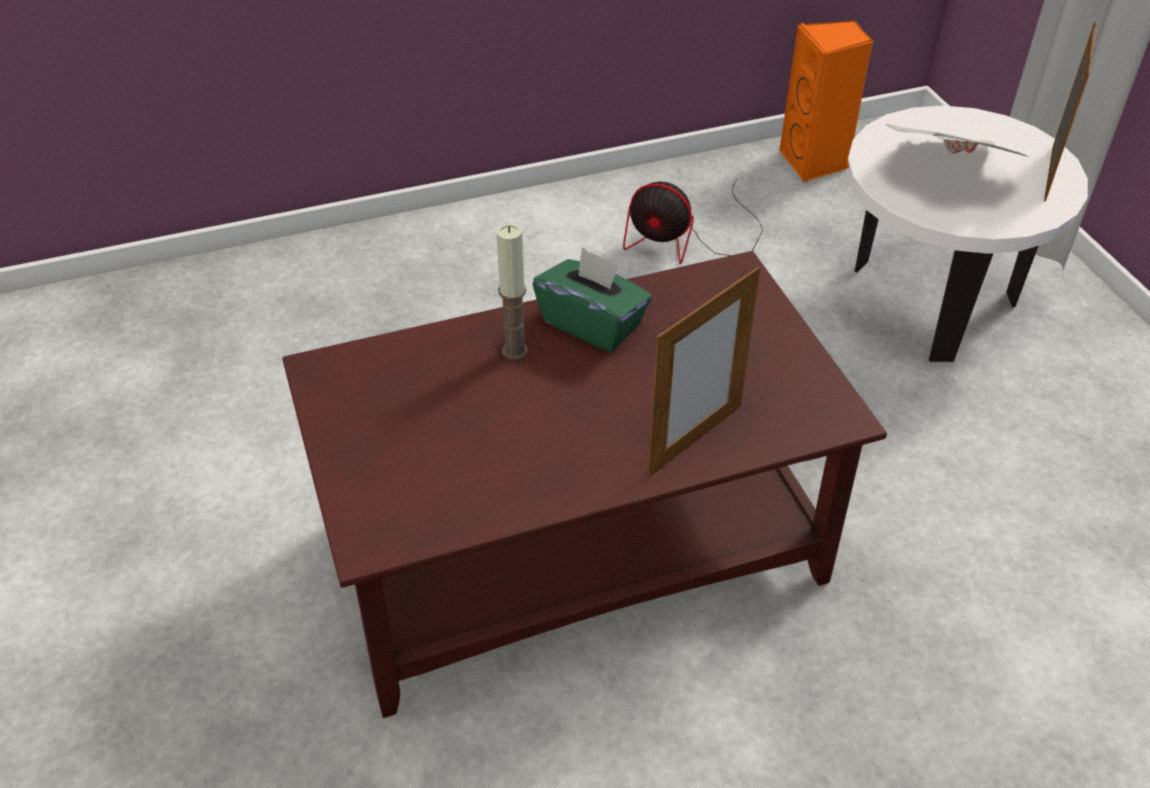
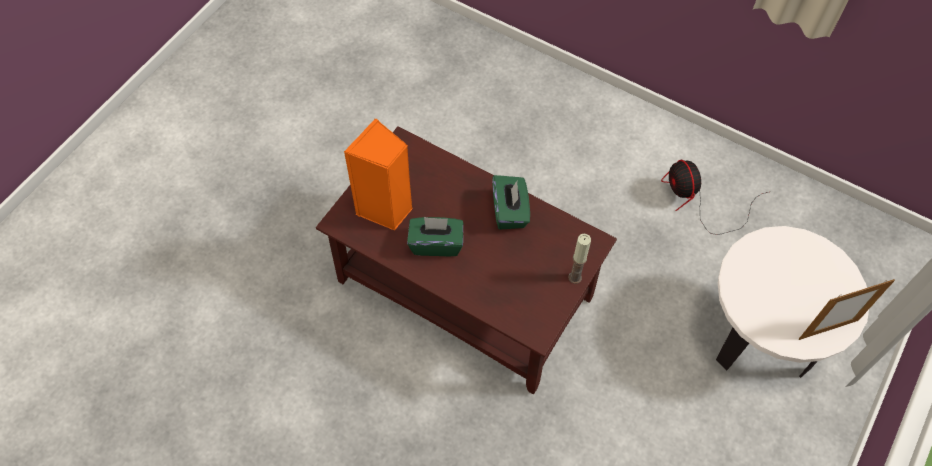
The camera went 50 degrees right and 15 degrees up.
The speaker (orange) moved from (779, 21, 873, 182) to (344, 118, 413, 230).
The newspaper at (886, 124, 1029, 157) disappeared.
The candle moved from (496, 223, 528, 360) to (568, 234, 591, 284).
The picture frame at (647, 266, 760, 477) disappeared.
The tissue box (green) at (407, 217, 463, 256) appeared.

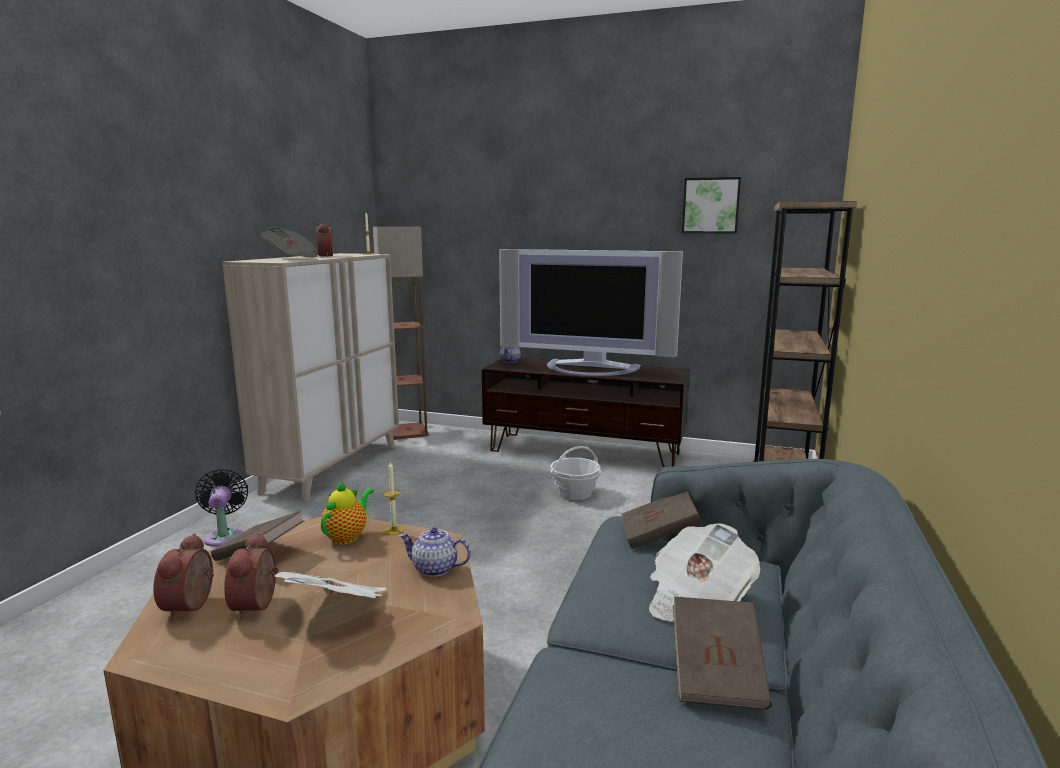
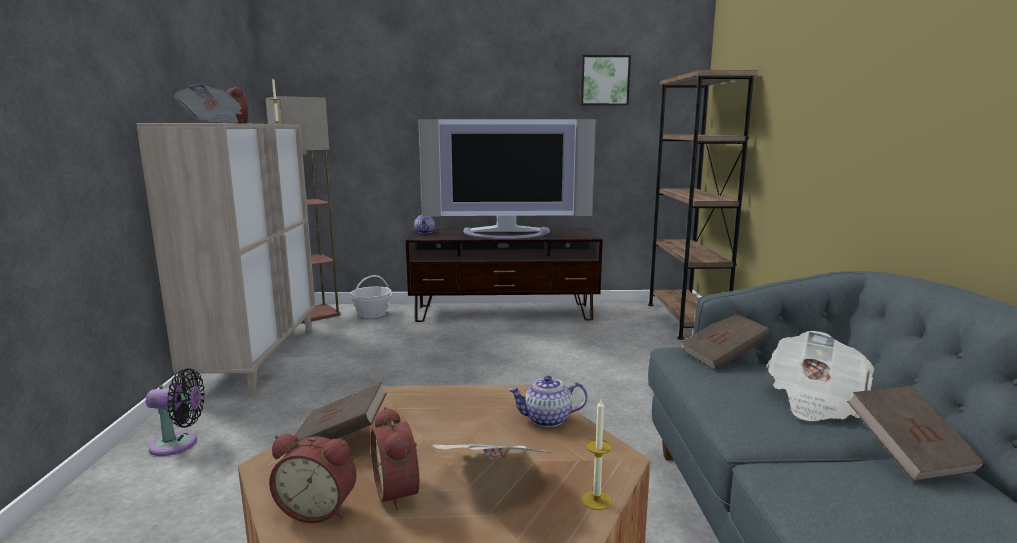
The camera went 20 degrees left and 0 degrees up.
The basket moved from (550, 446, 601, 500) to (350, 275, 392, 318).
The candle moved from (383, 462, 404, 535) to (582, 400, 612, 510).
The fan (black) at (195, 469, 248, 547) turned 120 degrees clockwise.
The teapot at (321, 481, 374, 545) disappeared.
The alarm clock at (153, 533, 214, 621) turned 60 degrees counterclockwise.

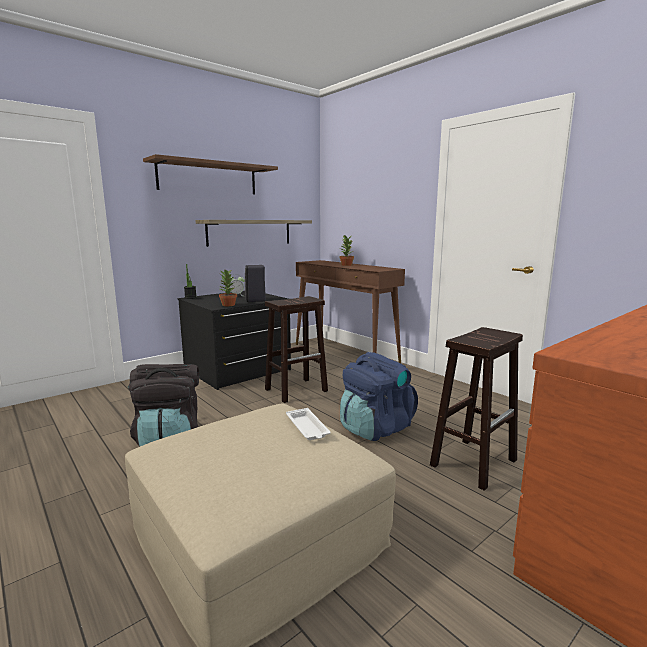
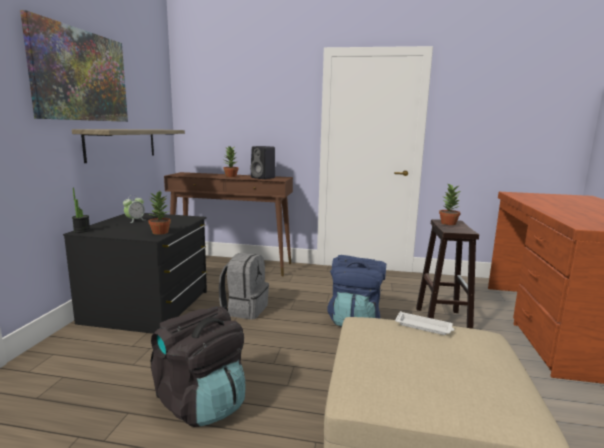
The camera went 40 degrees left and 0 degrees up.
The shelf (brown) at (143, 154, 278, 194) was replaced by the picture at (20, 10, 128, 122).
The speaker (black) moved from (245, 265, 266, 302) to (250, 146, 275, 179).
The stool (brown) at (265, 296, 328, 403) was replaced by the backpack (grey) at (219, 253, 269, 319).
The potted plant at (439, 184, 461, 225) appeared.

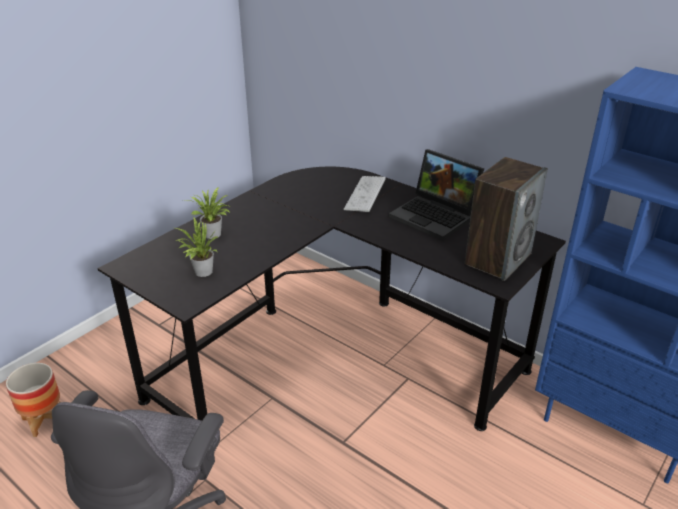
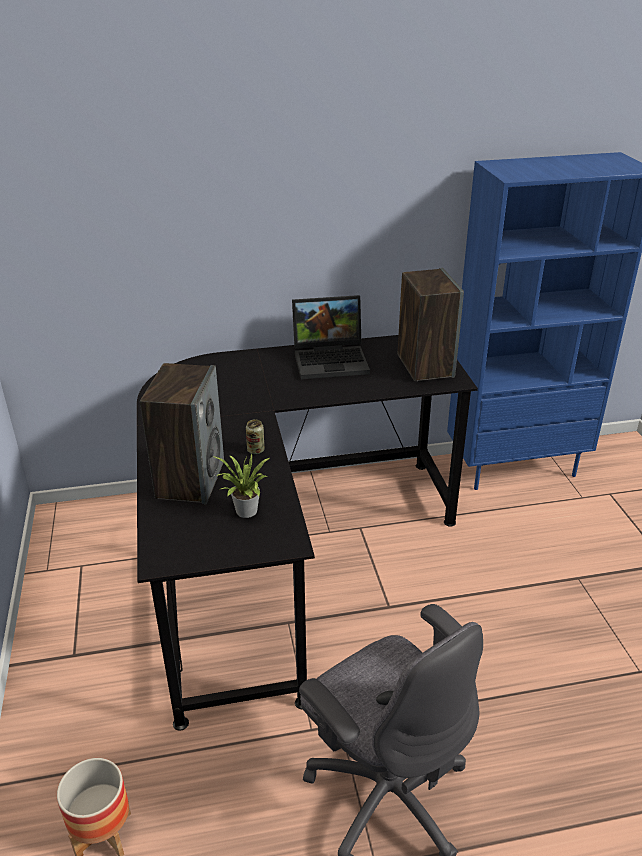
The camera went 50 degrees left and 0 degrees up.
The keyboard at (343, 176, 386, 212) disappeared.
The potted plant at (184, 187, 231, 239) was replaced by the speaker at (140, 363, 224, 504).
The can at (246, 419, 265, 454) appeared.

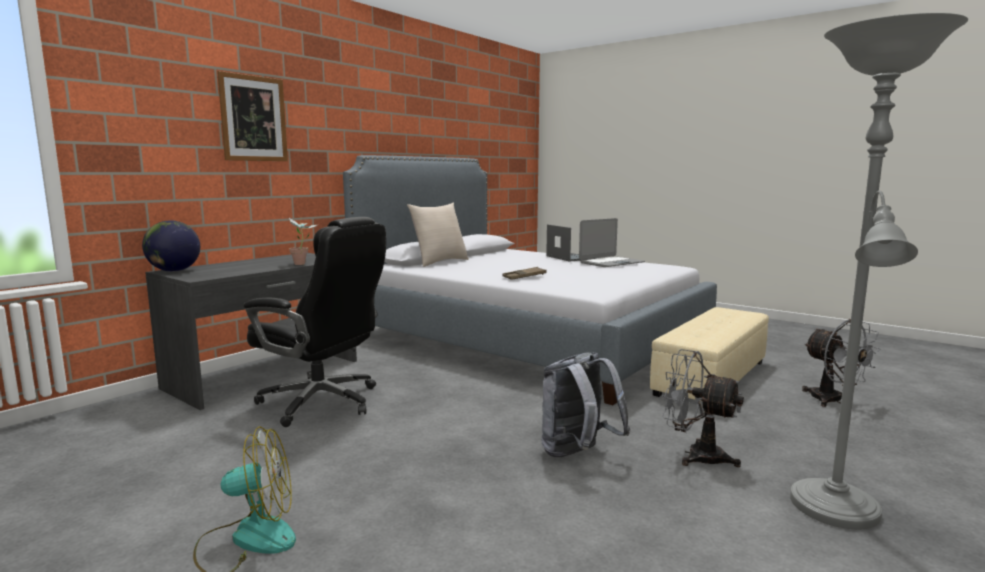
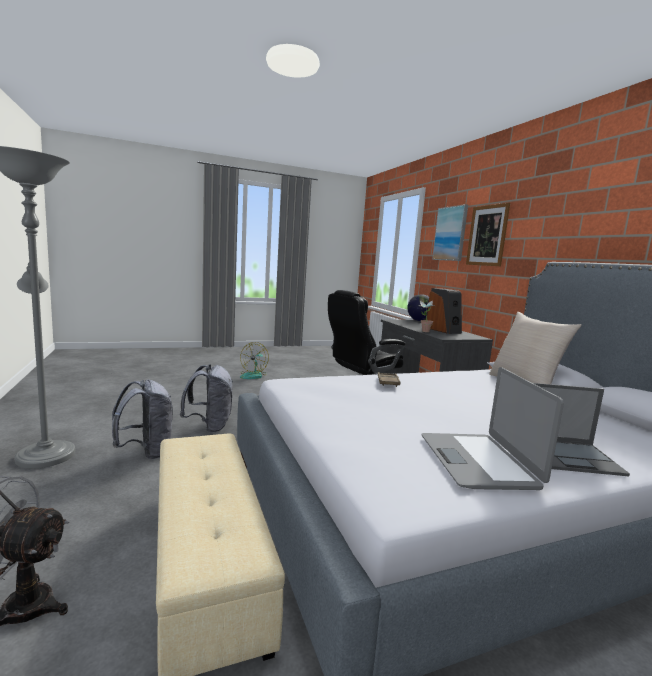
The camera went 120 degrees right and 0 degrees up.
The fan (grey) at (662, 349, 744, 467) was replaced by the backpack (grey) at (112, 379, 173, 459).
The picture at (432, 204, 468, 261) appeared.
The speaker at (427, 288, 462, 334) appeared.

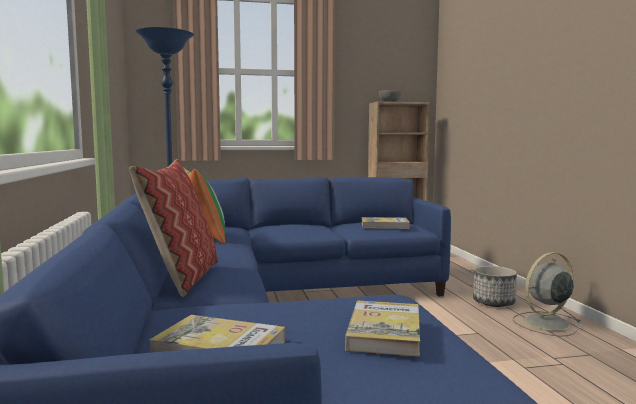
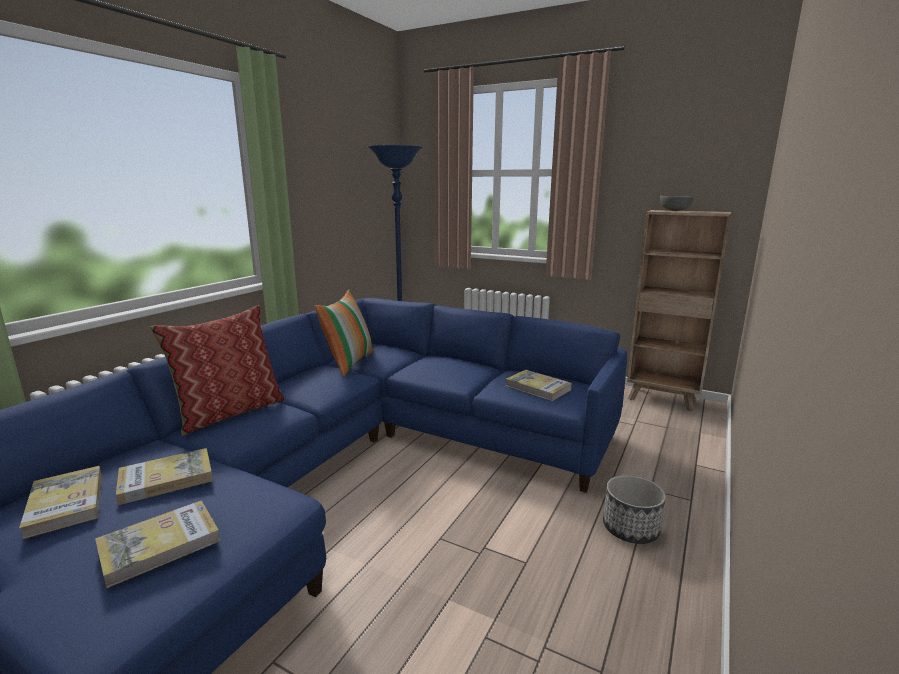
The camera went 40 degrees right and 10 degrees up.
The fan (grey) at (513, 252, 580, 336) disappeared.
The book at (116, 448, 213, 505) appeared.

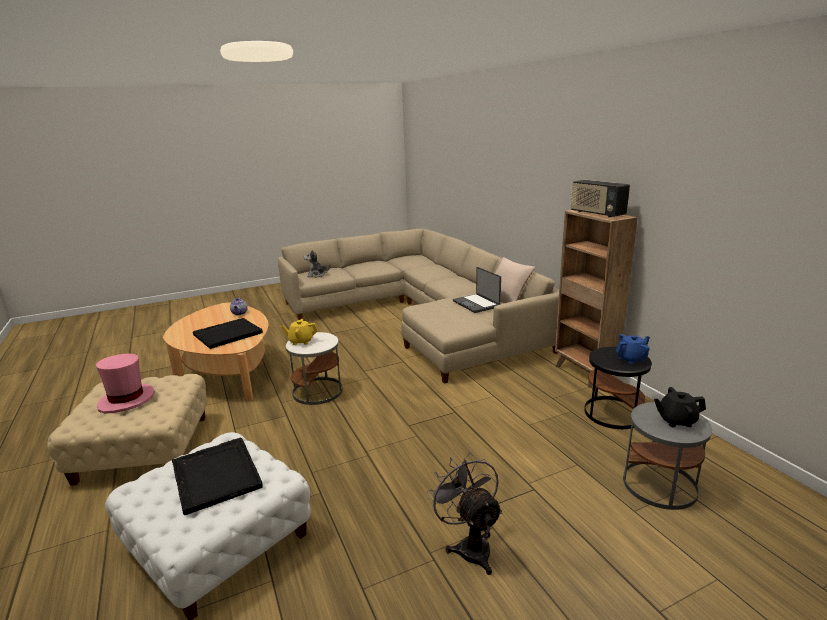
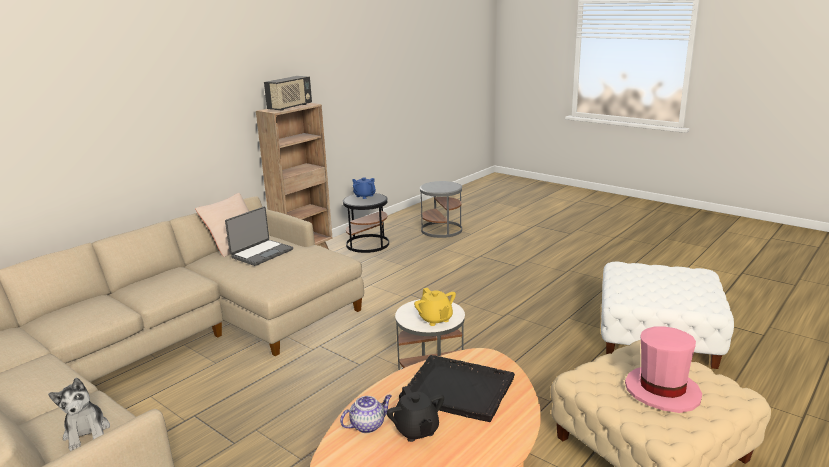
The camera went 115 degrees left and 0 degrees up.
The teapot (black) moved from (654, 387, 706, 427) to (387, 386, 444, 442).
The tray (black) at (172, 438, 263, 515) disappeared.
The fan (grey) at (427, 452, 503, 575) disappeared.

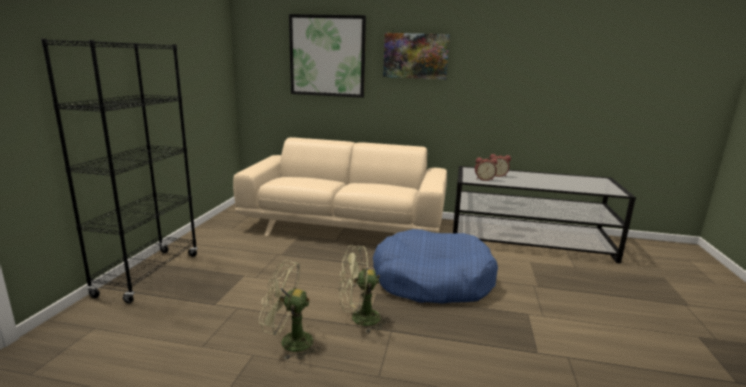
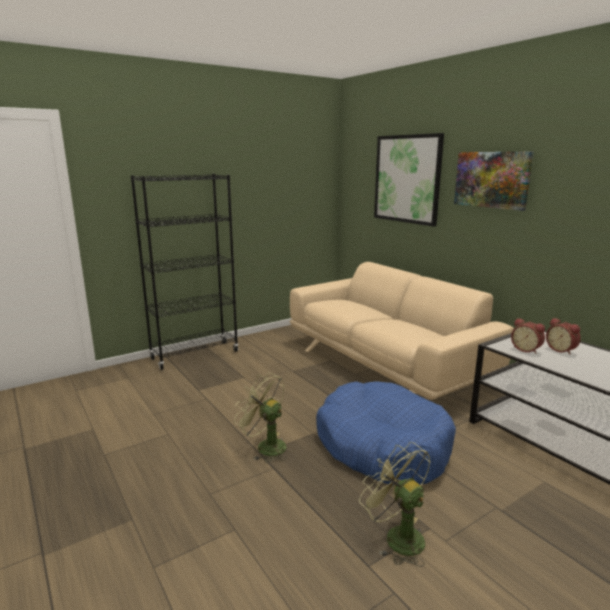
The camera went 45 degrees right and 0 degrees up.
The fan (green) moved from (259, 260, 320, 360) to (359, 442, 431, 567).

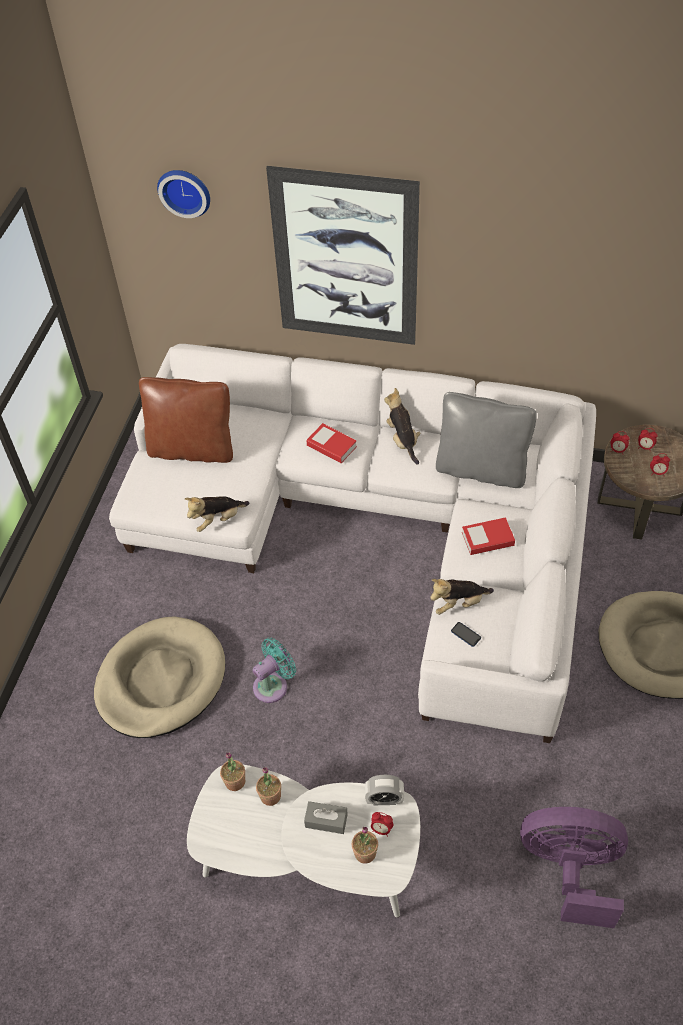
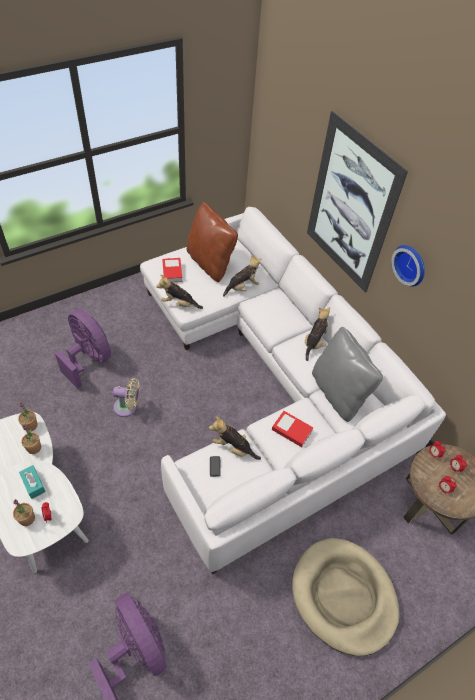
The camera went 40 degrees right and 0 degrees up.
The wall clock moved from (157, 170, 210, 218) to (391, 245, 425, 287).
The book moved from (306, 423, 357, 463) to (162, 258, 183, 282).
The dog bed (beige) at (94, 616, 225, 738) was replaced by the fan (purple) at (55, 309, 111, 389).
The fan (turquoise) at (253, 638, 296, 703) became the fan (beige) at (113, 378, 140, 417).
The alarm clock at (365, 775, 404, 805) disappeared.
The tissue box (grey) at (304, 801, 348, 834) became the tissue box (turquoise) at (19, 465, 46, 499).
The plush toy at (223, 255, 261, 297) appeared.

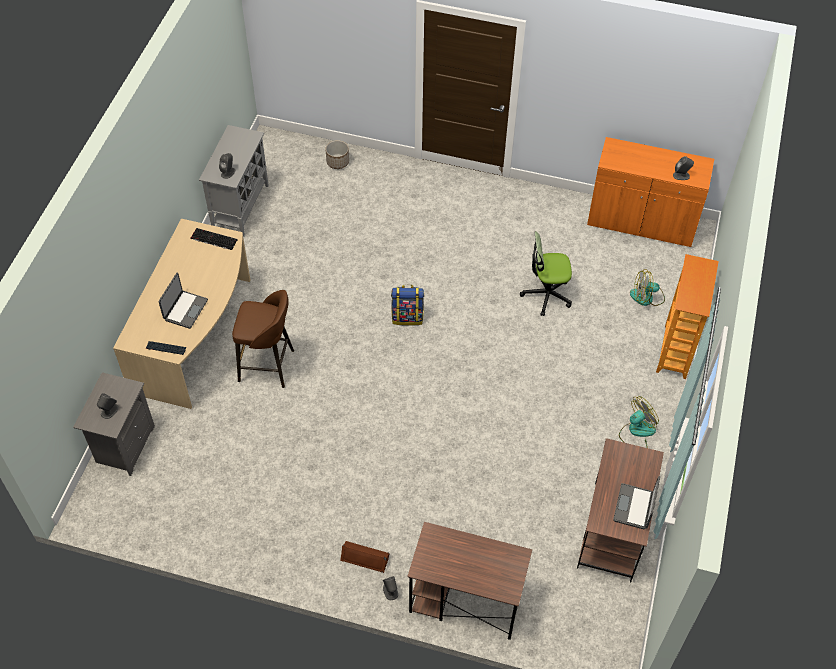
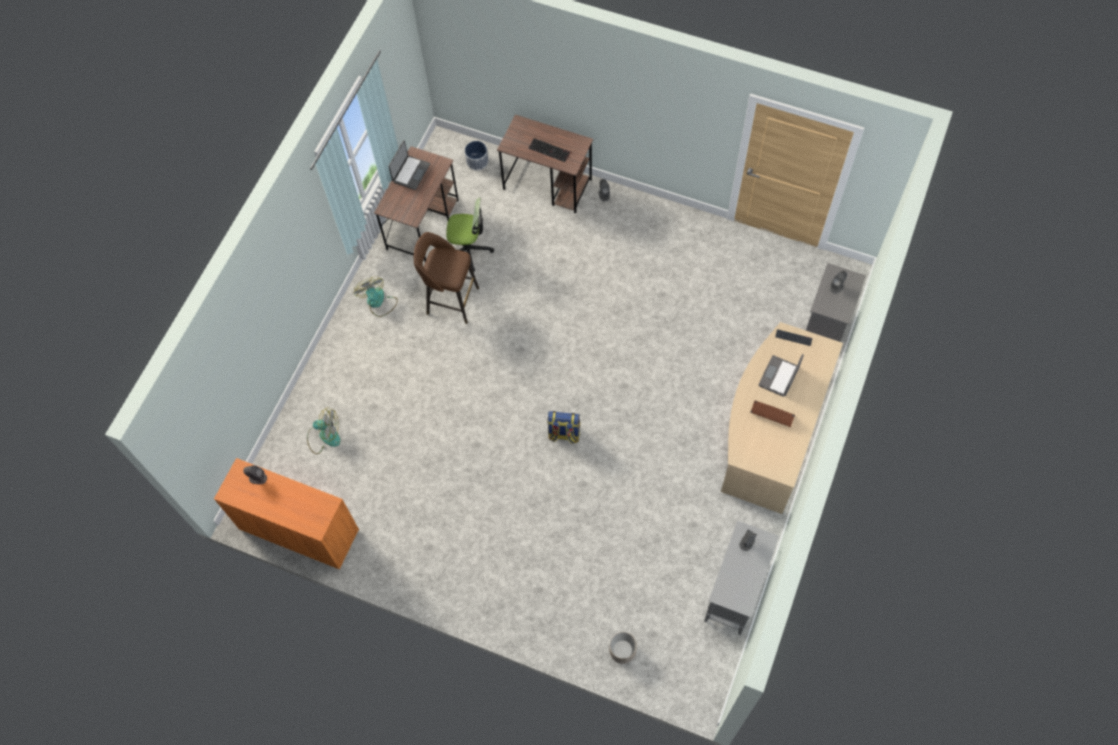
The camera went 170 degrees left and 10 degrees up.
The keyboard moved from (190, 228, 238, 250) to (528, 138, 571, 162).
The office chair moved from (520, 231, 572, 316) to (446, 198, 494, 271).
The bookcase at (656, 254, 719, 379) disappeared.
The stool (brown) moved from (232, 290, 294, 388) to (414, 232, 479, 324).
The fan at (619, 396, 659, 448) turned 90 degrees clockwise.
The speaker (brown) moved from (340, 541, 390, 573) to (750, 400, 795, 427).
The planter at (465, 141, 488, 171) appeared.

